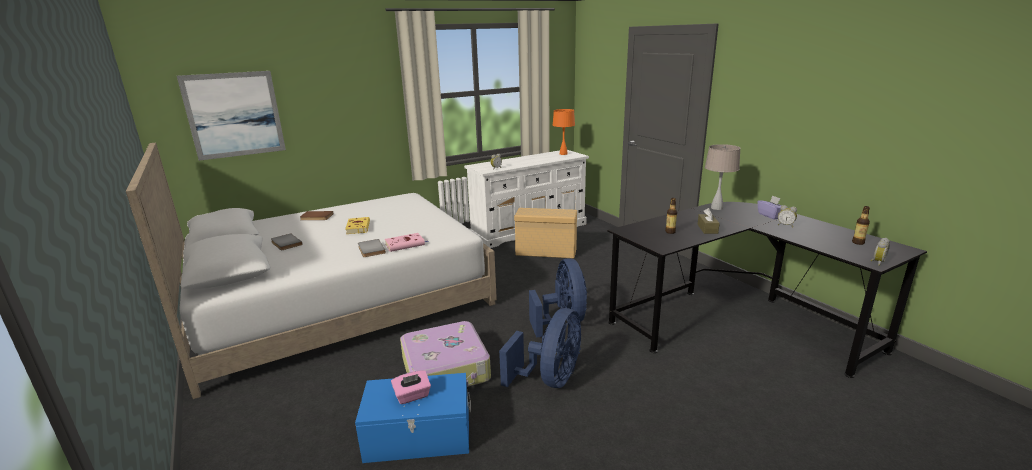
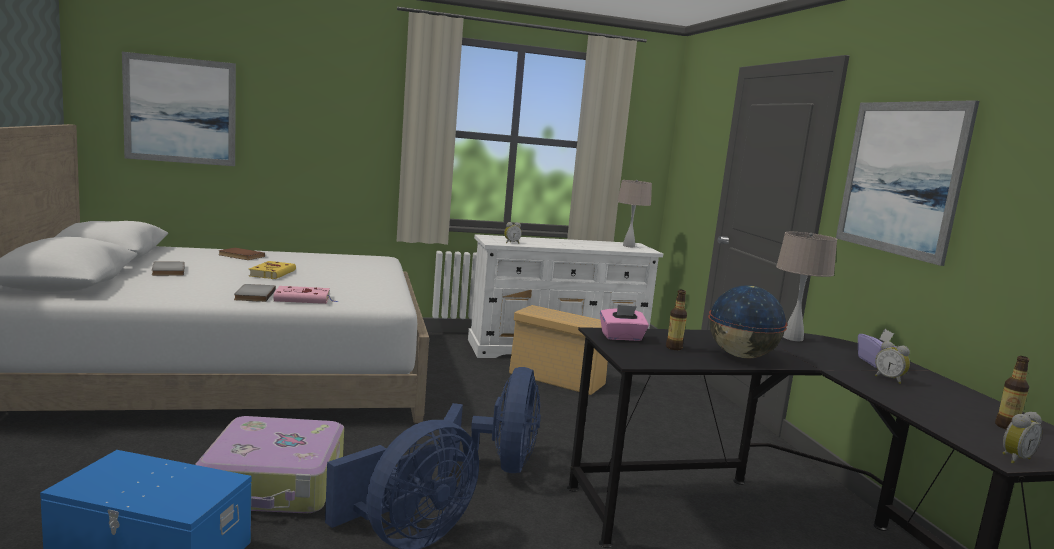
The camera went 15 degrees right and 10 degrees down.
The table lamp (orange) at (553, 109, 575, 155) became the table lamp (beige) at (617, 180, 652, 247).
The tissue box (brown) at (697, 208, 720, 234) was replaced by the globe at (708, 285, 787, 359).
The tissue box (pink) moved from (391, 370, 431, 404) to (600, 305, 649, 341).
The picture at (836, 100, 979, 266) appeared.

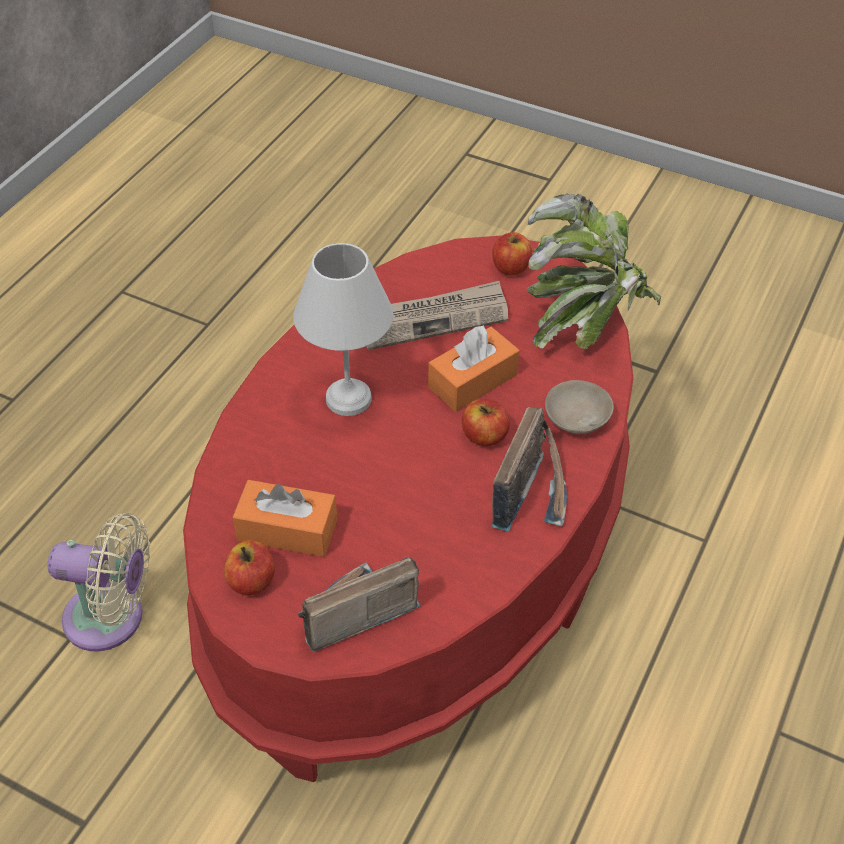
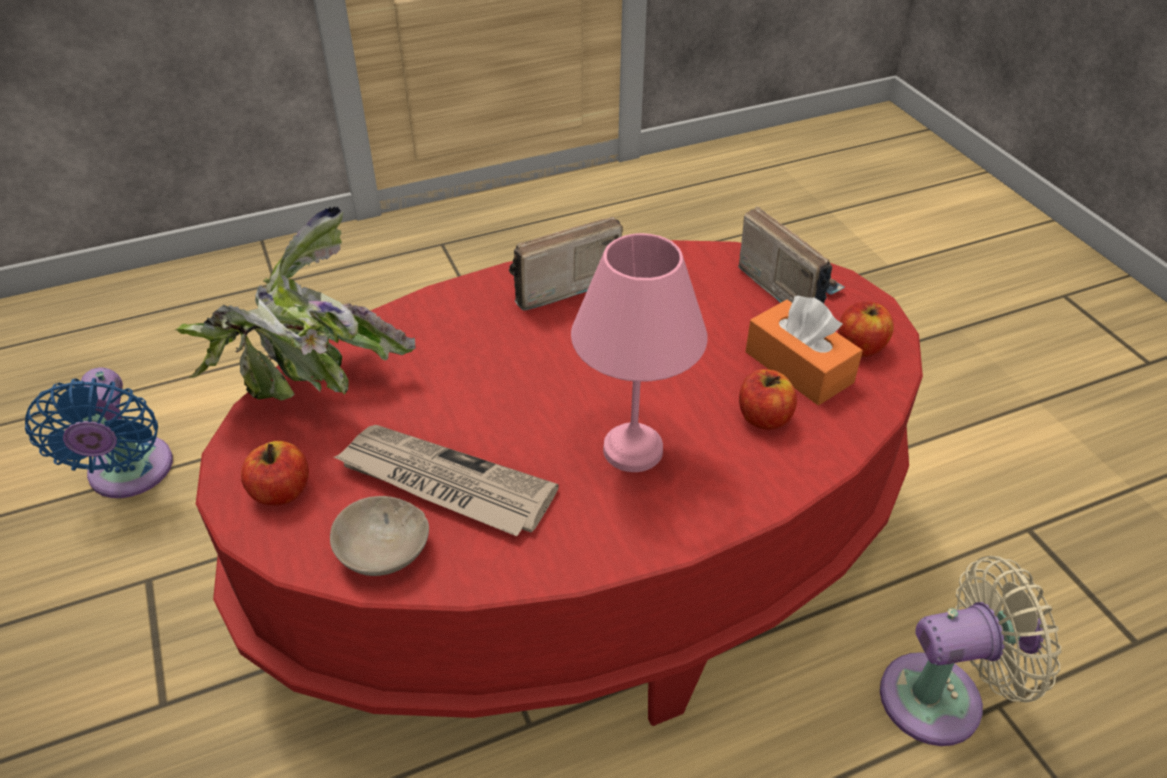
The camera went 140 degrees left and 5 degrees down.
The table lamp (white) at (293, 243, 393, 416) became the table lamp (pink) at (571, 233, 708, 472).
The tissue box (orange) at (428, 325, 520, 412) disappeared.
The bowl (beige) moved from (545, 380, 614, 434) to (330, 496, 429, 576).
The apple moved from (462, 399, 510, 446) to (739, 369, 797, 430).
The fan (beige) at (48, 513, 150, 652) turned 120 degrees clockwise.
The radio at (298, 557, 421, 651) turned 135 degrees counterclockwise.
The fan (blue) at (25, 368, 173, 498) appeared.

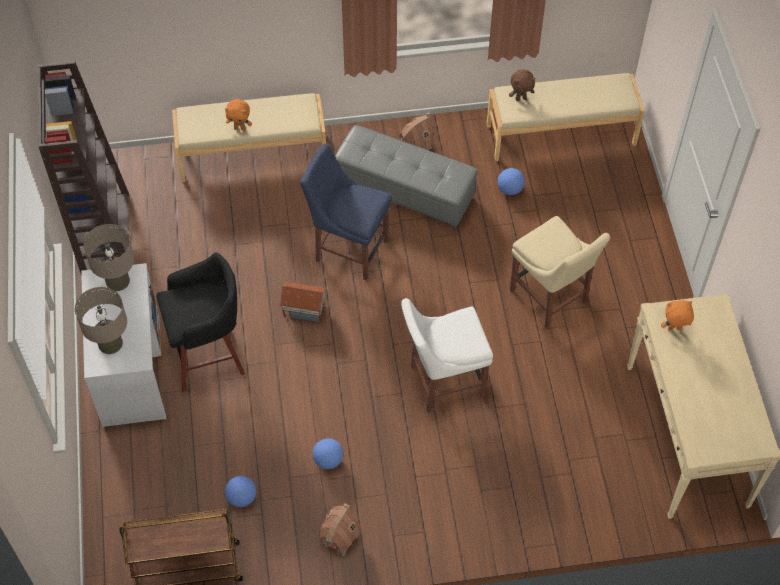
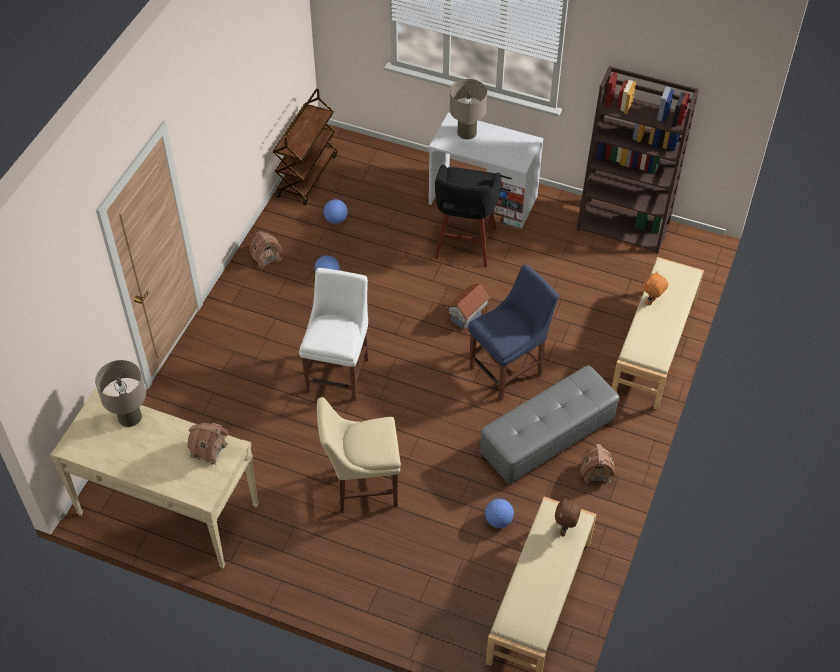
The camera went 120 degrees right and 5 degrees down.
The table lamp (beige) moved from (83, 224, 134, 291) to (95, 360, 146, 427).
The plush toy (orange) at (661, 300, 694, 331) was replaced by the toy house at (188, 423, 229, 465).

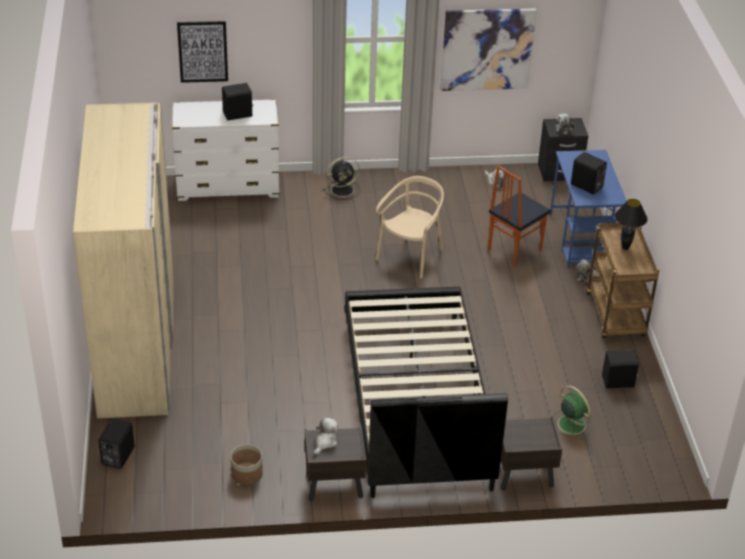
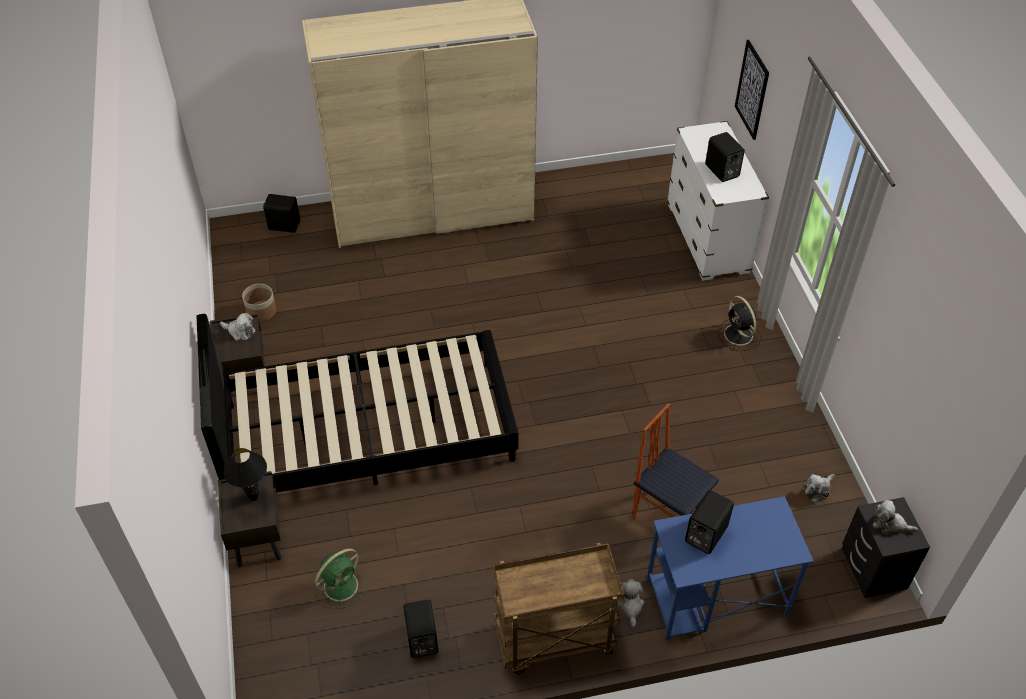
The camera went 85 degrees right and 10 degrees up.
The picture at (440, 8, 537, 91) disappeared.
The chair (beige) at (376, 176, 444, 278) disappeared.
The table lamp (black) moved from (615, 199, 648, 250) to (223, 448, 267, 501).

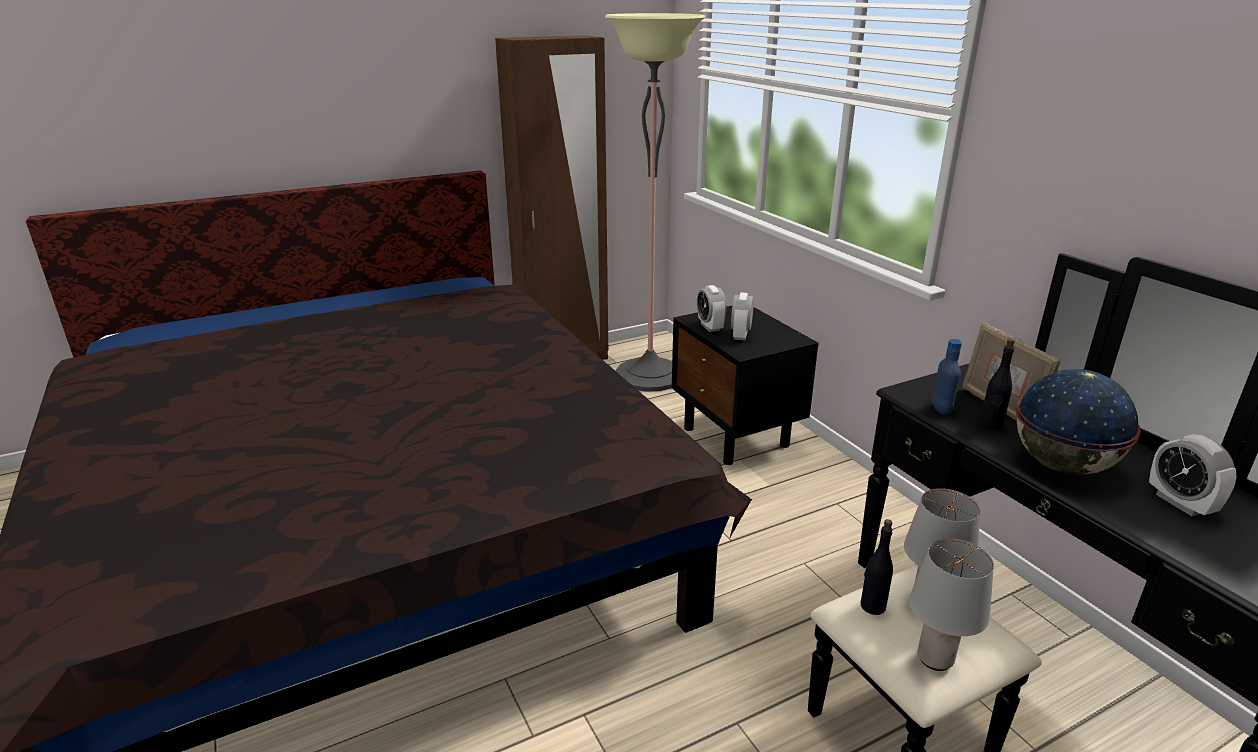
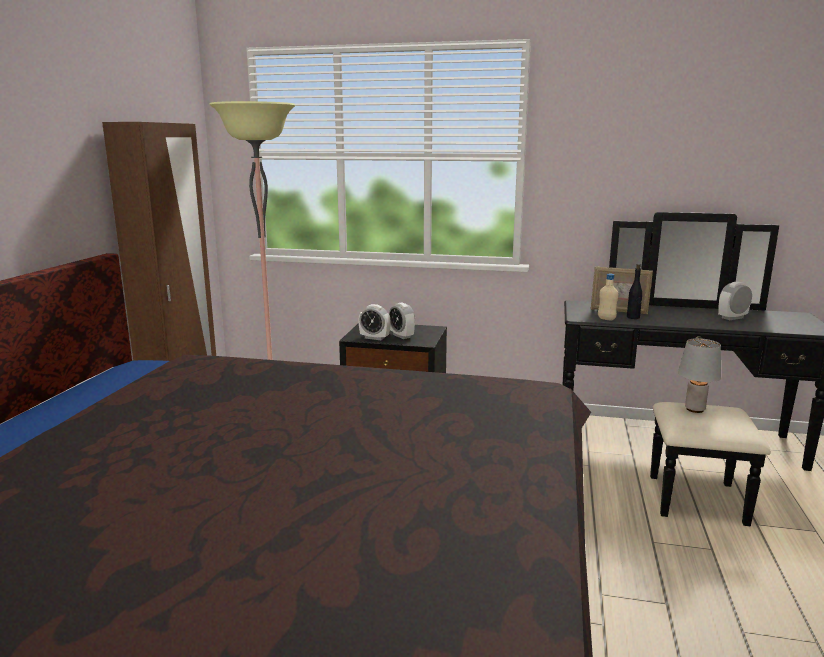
The camera went 50 degrees left and 10 degrees down.
The bottle (blue) at (932, 339, 962, 415) became the bottle (beige) at (598, 274, 618, 320).
The globe at (1016, 369, 1141, 475) disappeared.
The alarm clock at (1149, 434, 1237, 516) turned 135 degrees clockwise.
The bottle (black) at (861, 519, 893, 615) disappeared.
The table lamp (grey) at (909, 538, 994, 671) disappeared.

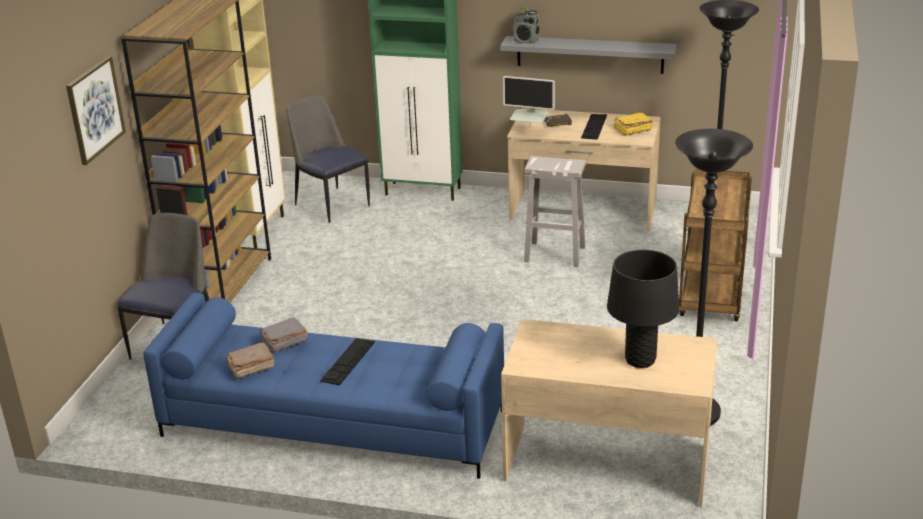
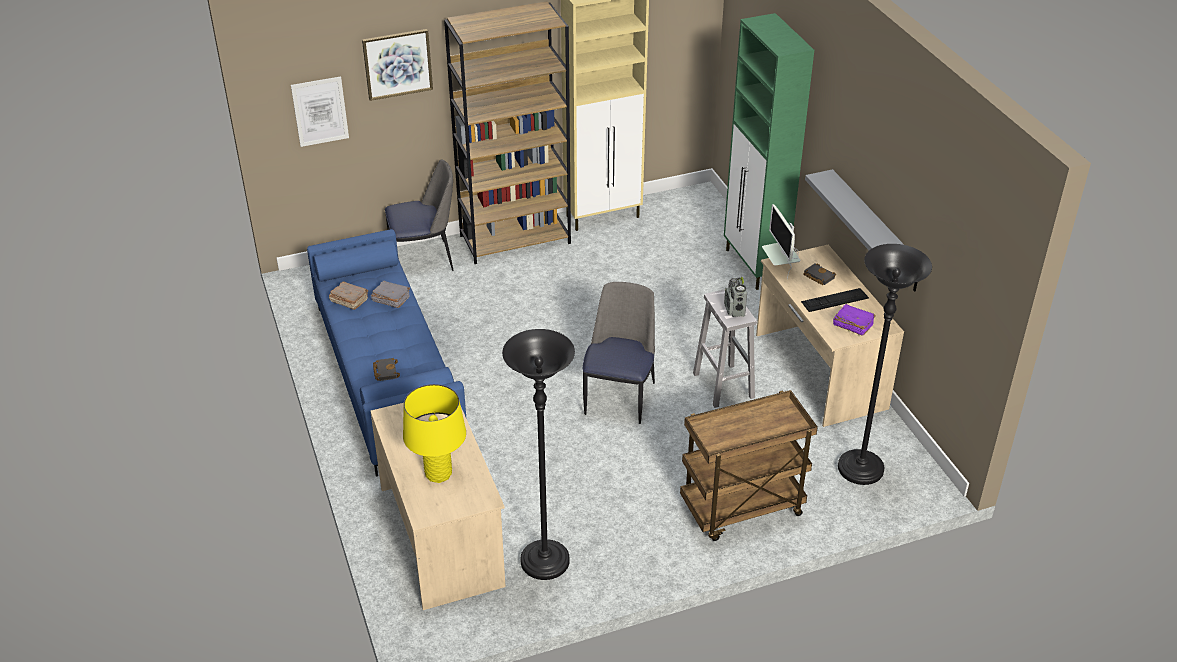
The camera went 55 degrees right and 10 degrees up.
The radio moved from (513, 7, 539, 44) to (724, 277, 747, 317).
The chair moved from (287, 95, 370, 223) to (583, 282, 655, 424).
The book (yellow) at (614, 112, 653, 136) became the book (purple) at (833, 304, 876, 336).
The table lamp (black) at (607, 249, 679, 368) became the table lamp (yellow) at (403, 384, 466, 483).
The keyboard at (320, 338, 375, 386) disappeared.
The picture at (291, 76, 349, 147) appeared.
The book (black) at (373, 358, 400, 381) appeared.

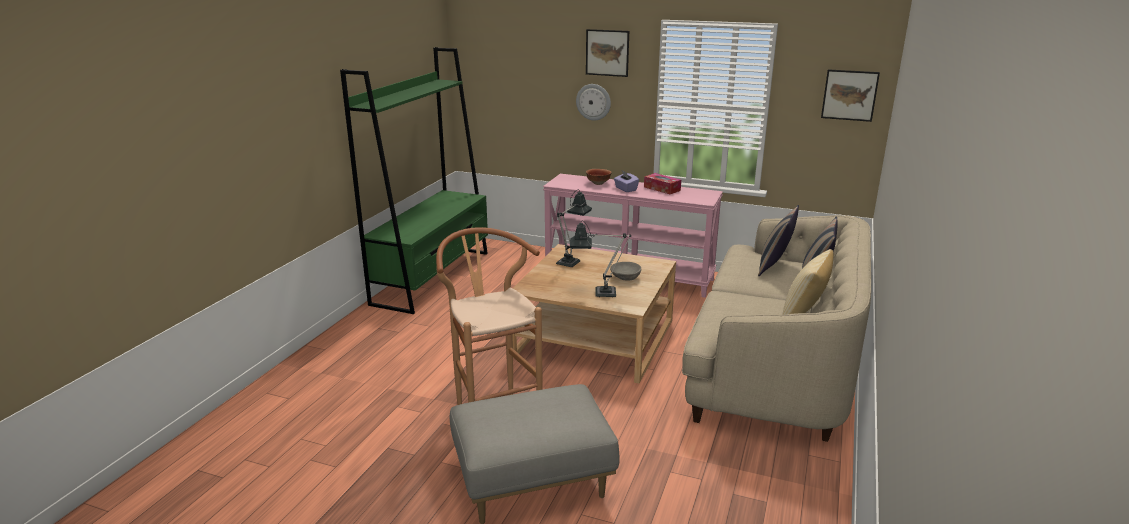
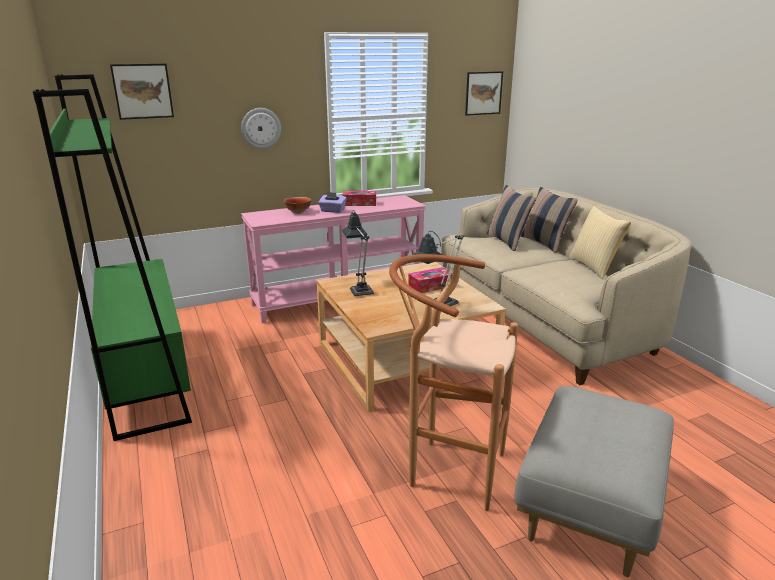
The camera went 45 degrees left and 0 degrees up.
The picture moved from (586, 29, 629, 77) to (110, 64, 174, 120).
The bowl (grey) at (610, 262, 641, 280) was replaced by the tissue box at (408, 267, 453, 293).

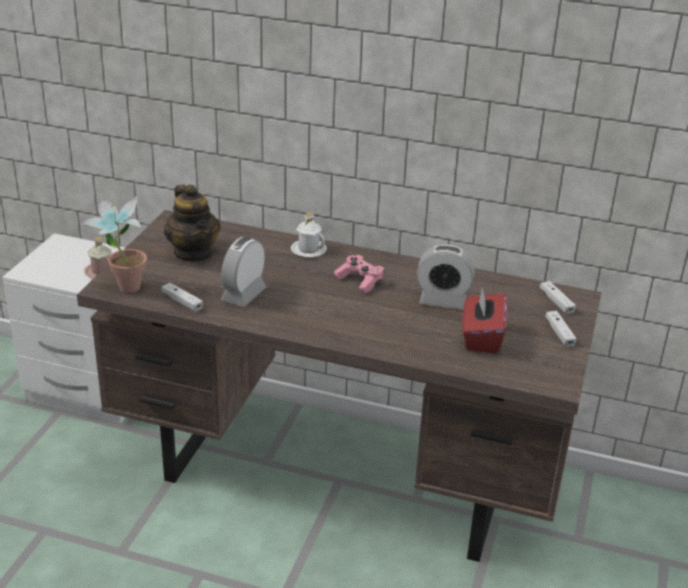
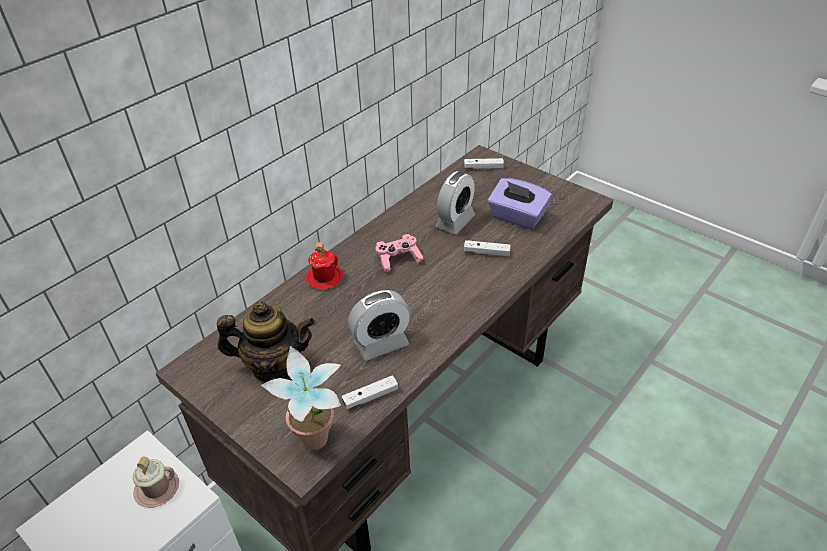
The camera went 65 degrees left and 10 degrees up.
The mug (white) at (291, 212, 327, 258) became the mug (red) at (305, 242, 343, 289).
The alarm clock at (221, 237, 266, 307) turned 75 degrees counterclockwise.
The tissue box (red) at (462, 288, 508, 353) became the tissue box (purple) at (488, 178, 552, 229).
The game controller (white) moved from (545, 311, 577, 347) to (464, 240, 511, 257).

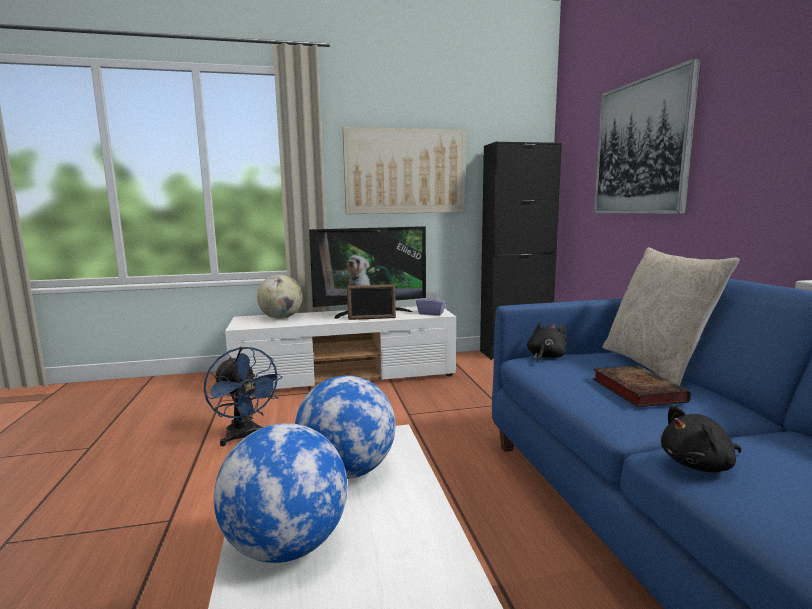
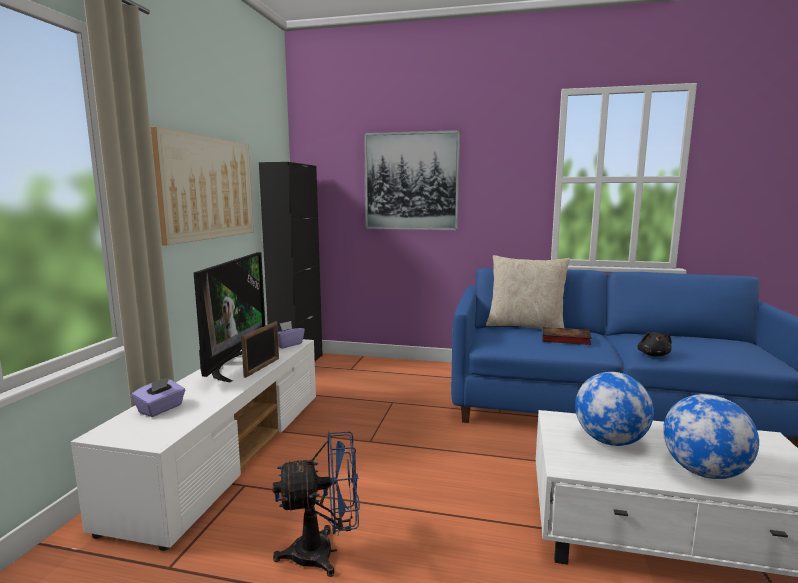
The camera went 65 degrees left and 0 degrees up.
The globe at (257, 275, 303, 319) was replaced by the tissue box (purple) at (132, 377, 185, 417).
The plush toy (black) at (527, 322, 567, 363) disappeared.

